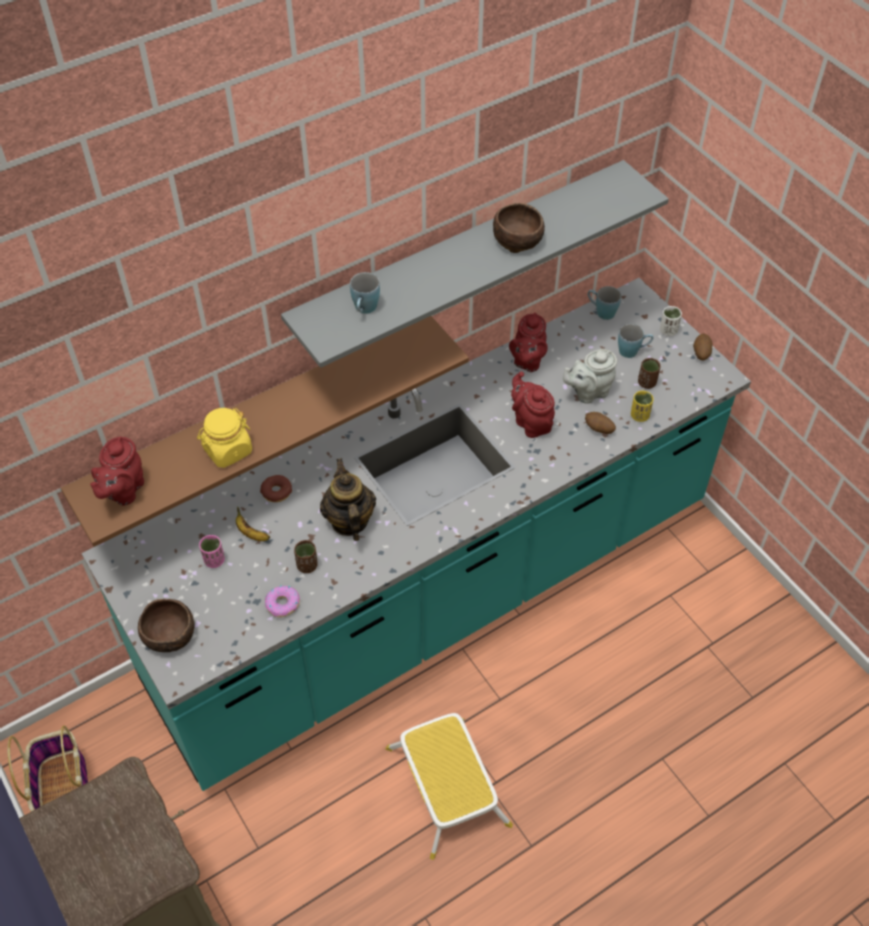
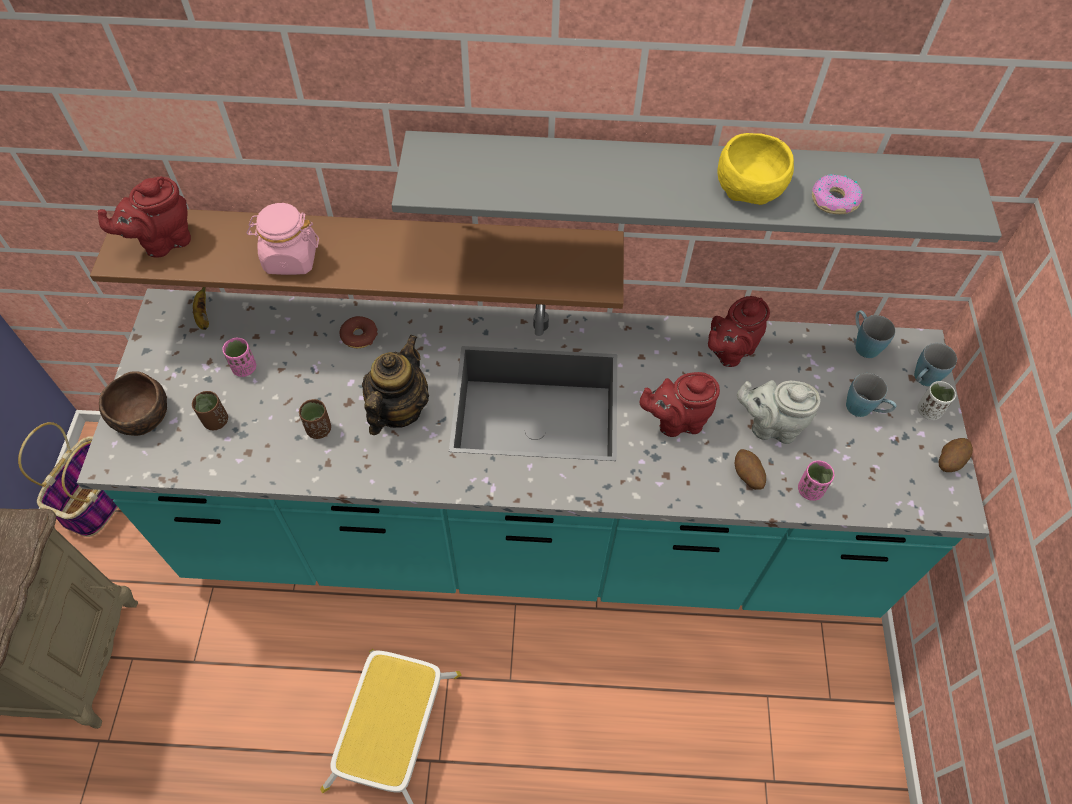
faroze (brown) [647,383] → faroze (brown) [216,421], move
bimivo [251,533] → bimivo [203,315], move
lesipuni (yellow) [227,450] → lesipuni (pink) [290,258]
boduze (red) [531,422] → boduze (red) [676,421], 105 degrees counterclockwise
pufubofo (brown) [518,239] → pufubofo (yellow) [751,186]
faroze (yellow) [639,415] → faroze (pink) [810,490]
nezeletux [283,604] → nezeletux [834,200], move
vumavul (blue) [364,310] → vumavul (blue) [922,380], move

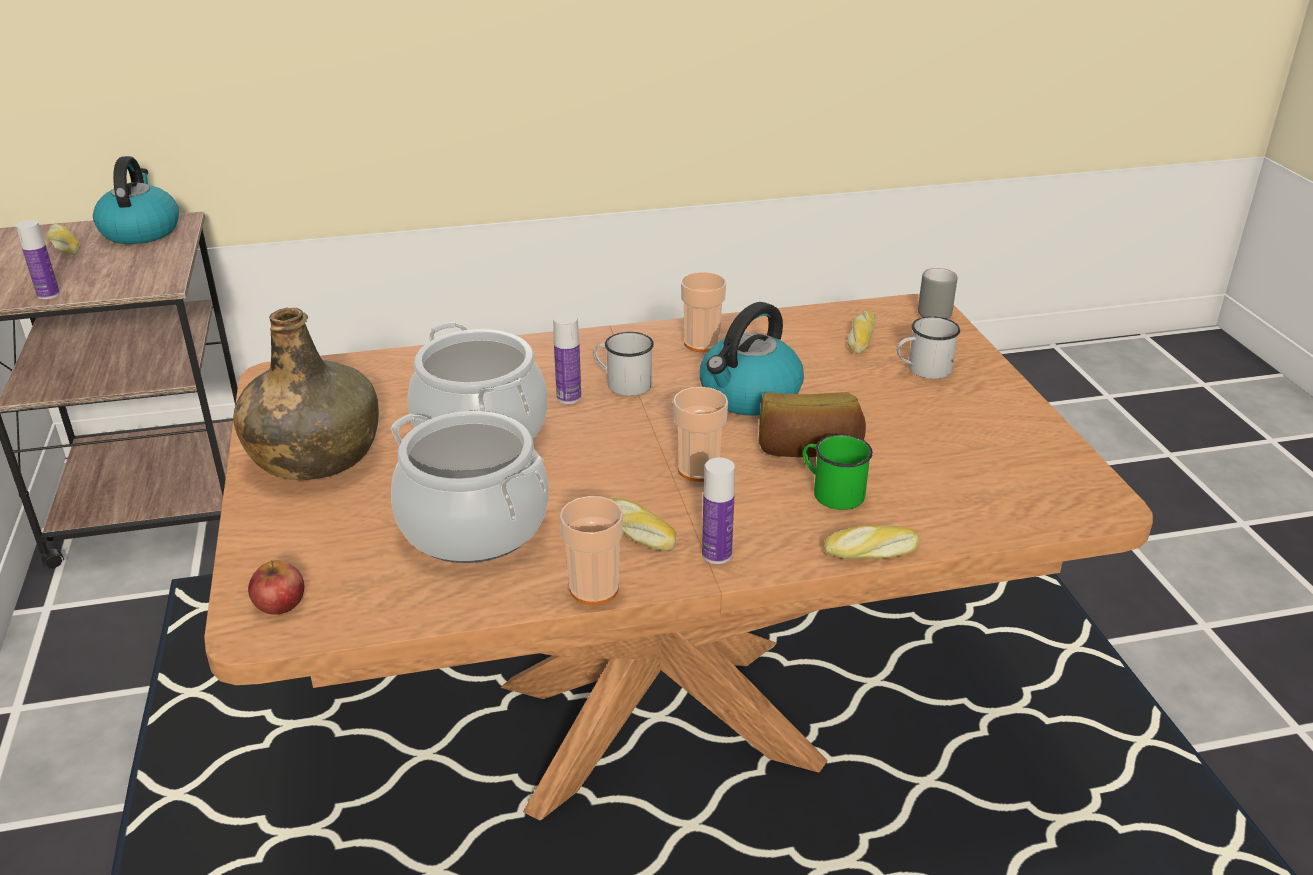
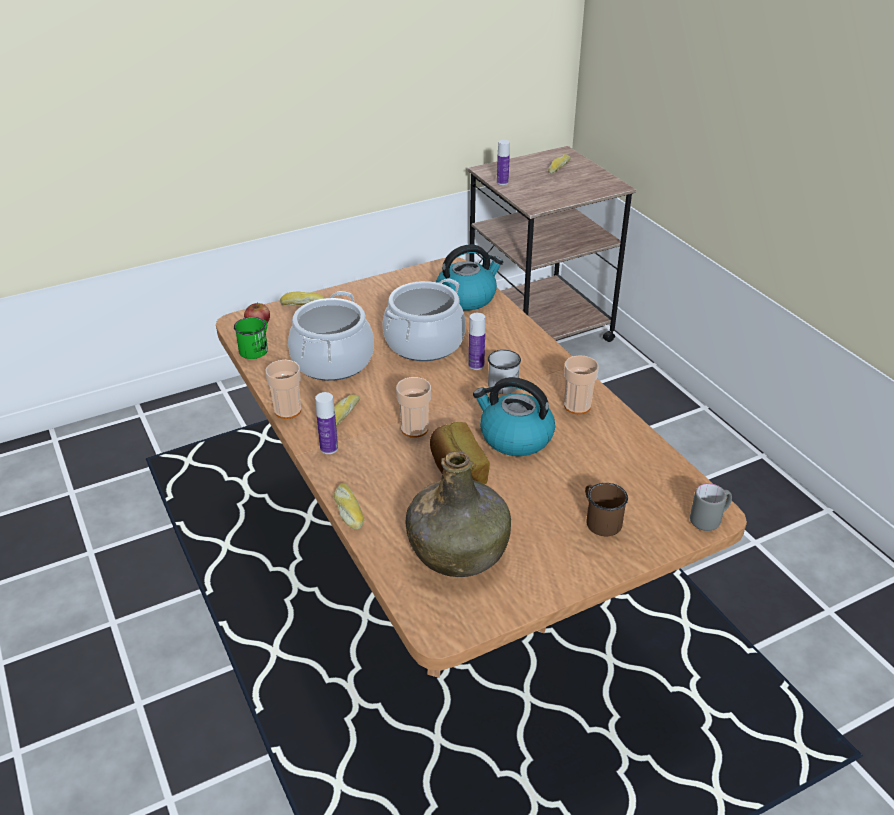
vumavul (green) [831,492] → vumavul (green) [256,348], move
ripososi [860,338] → ripososi [304,304], move
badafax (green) [314,455] → badafax (green) [458,550], move
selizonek [140,231] → selizonek [467,297], move
vumavul (white) [923,370] → vumavul (brown) [600,520]

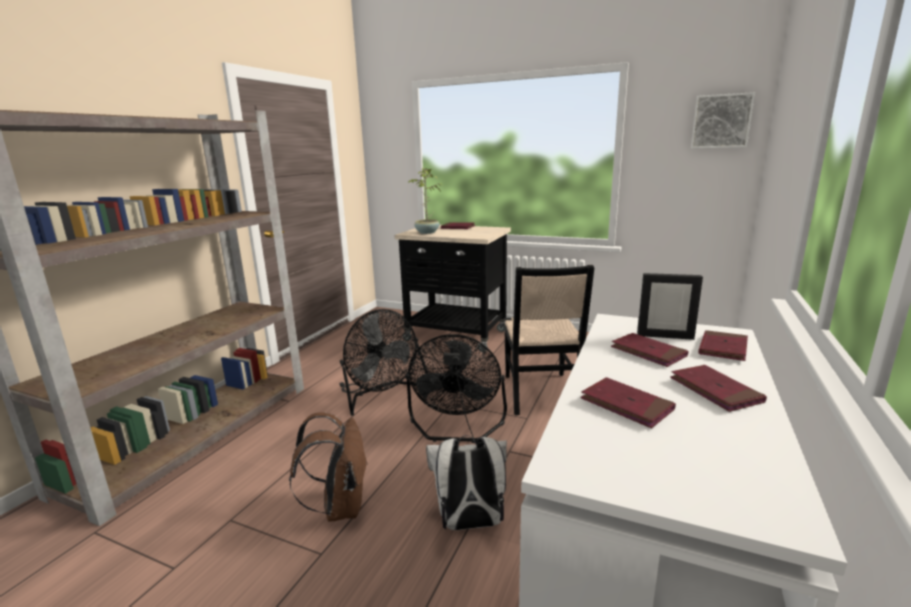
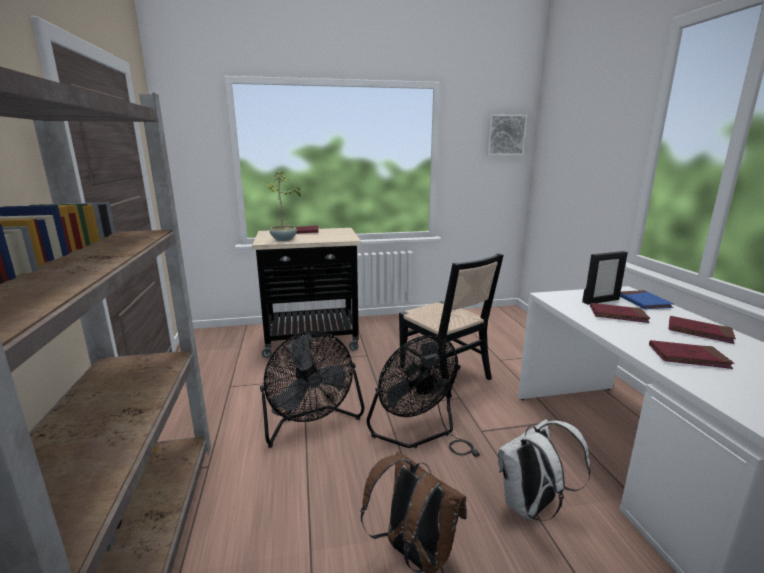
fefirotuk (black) [378,395] → fefirotuk (black) [306,422], 45 degrees clockwise
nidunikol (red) [723,348] → nidunikol (blue) [643,302]

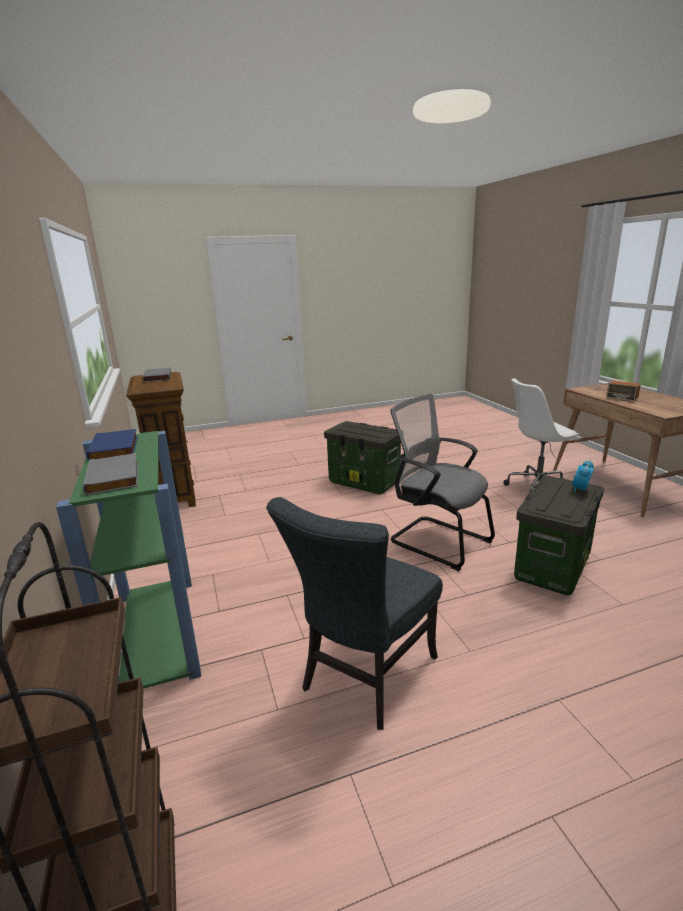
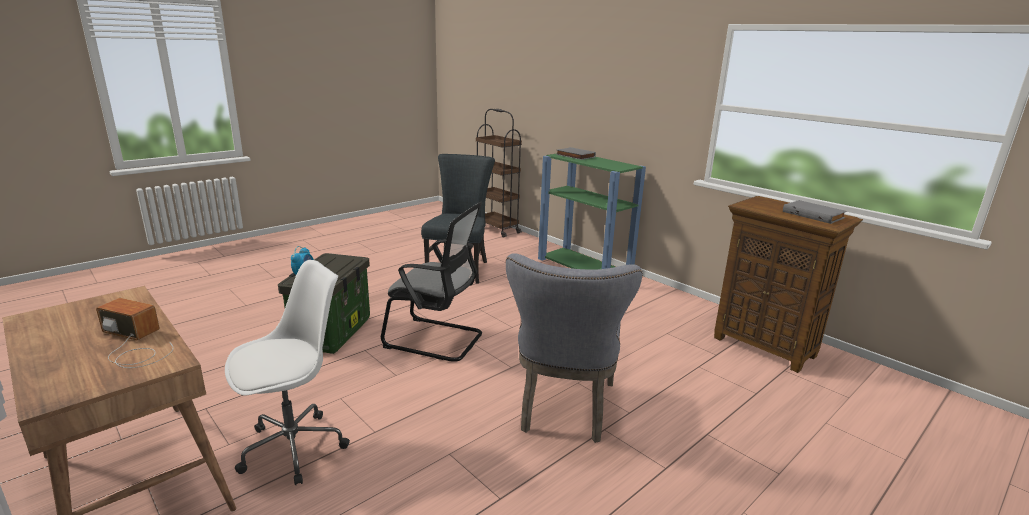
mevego [365,482] → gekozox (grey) [564,410]
nidunikol (blue) [116,448] → -

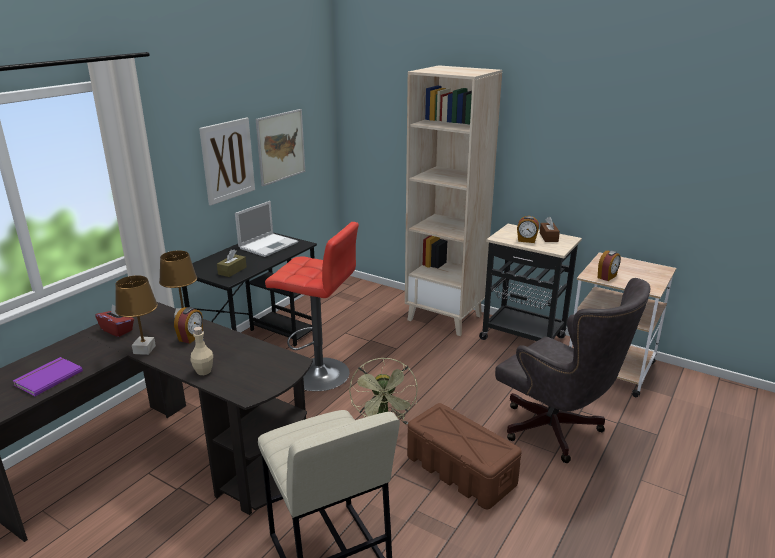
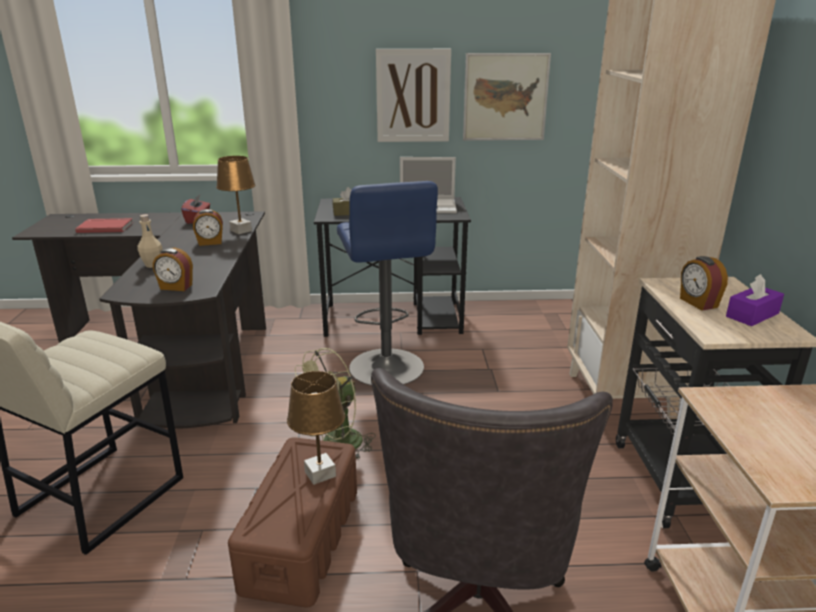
nidunikol (purple) [47,378] → nidunikol (red) [105,227]
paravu [607,277] → paravu [176,287], move
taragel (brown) [144,349] → taragel (brown) [320,474], move
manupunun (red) [319,374] → manupunun (blue) [386,368]
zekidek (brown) [548,237] → zekidek (purple) [752,315]

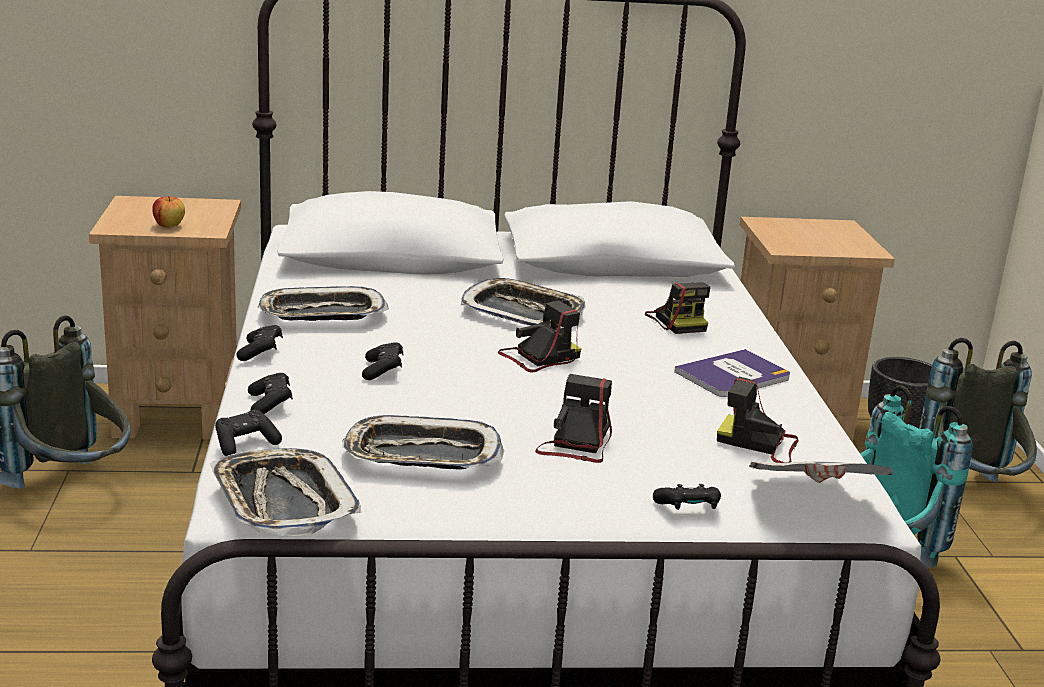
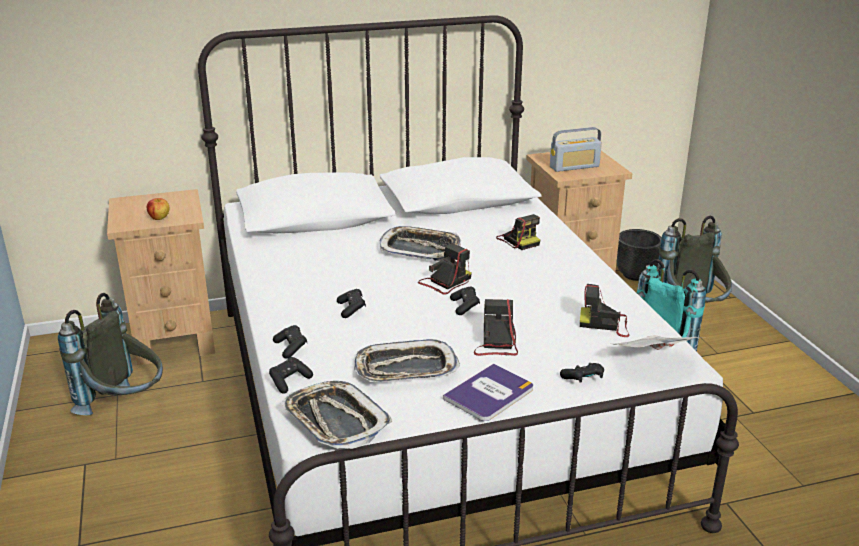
nidunikol [733,375] → nidunikol [489,394], move
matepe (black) [260,353] → matepe (black) [465,306], move
- → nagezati [574,167]
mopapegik [322,314] → -

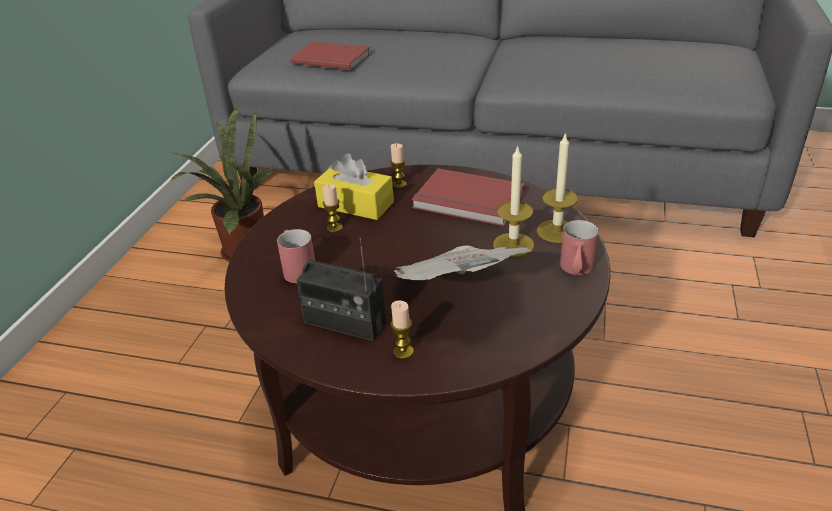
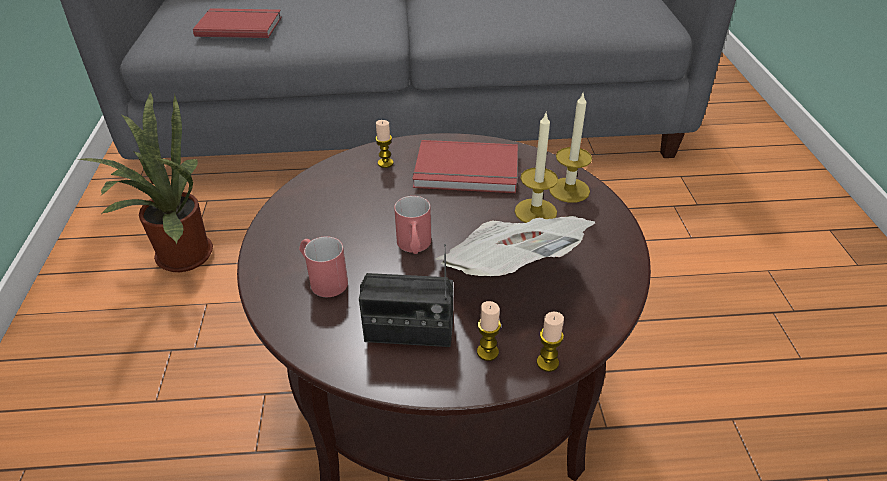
vumavul (red) [576,270] → vumavul (red) [414,247], move
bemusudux [334,228] → bemusudux [547,362], move
zekidek (yellow) [355,204] → -

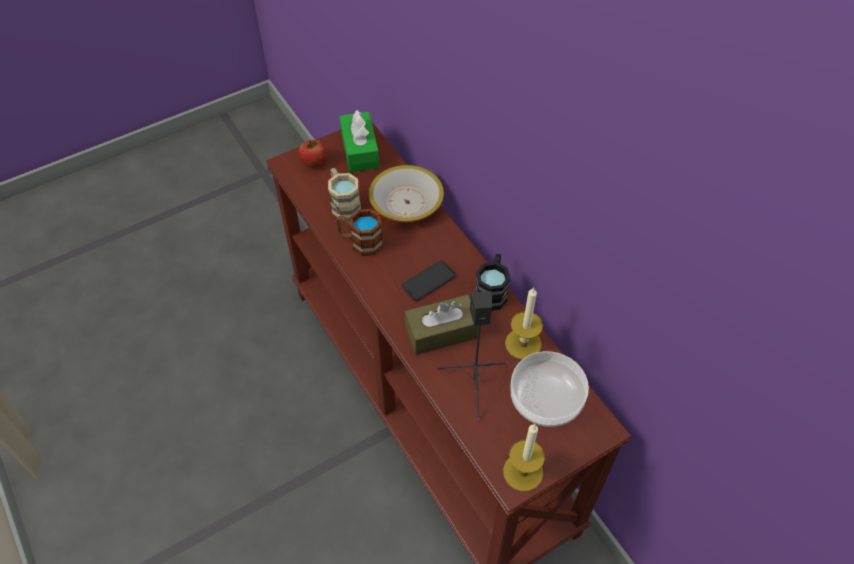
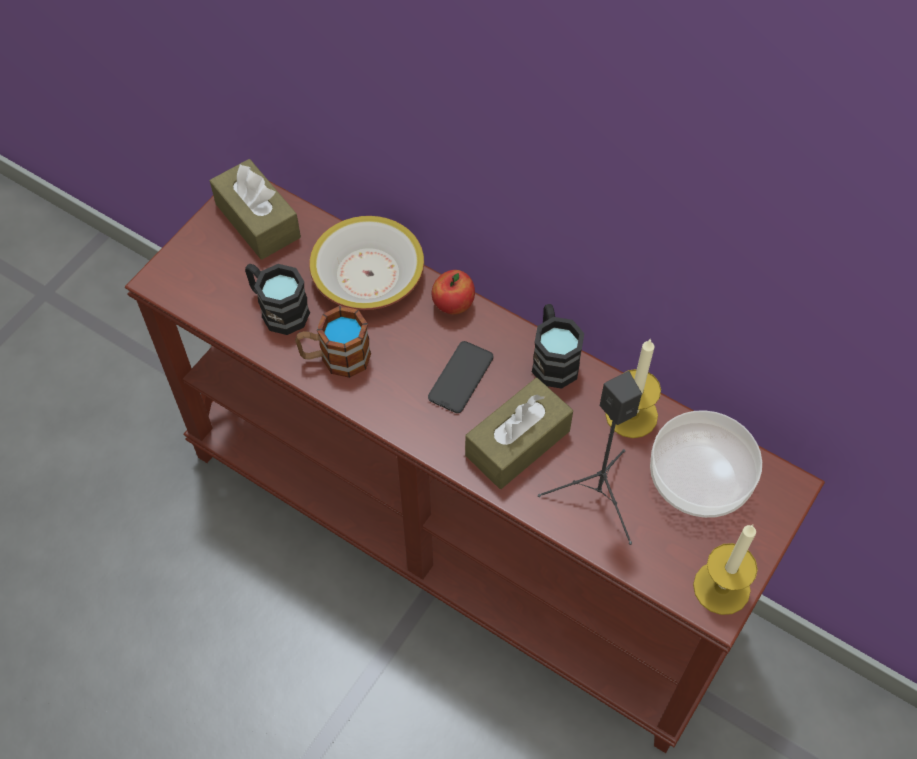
zekidek (green) [360,150] → zekidek (brown) [258,221]
vumavul (beige) [343,203] → vumavul (black) [277,309]
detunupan [313,163] → detunupan [453,305], move

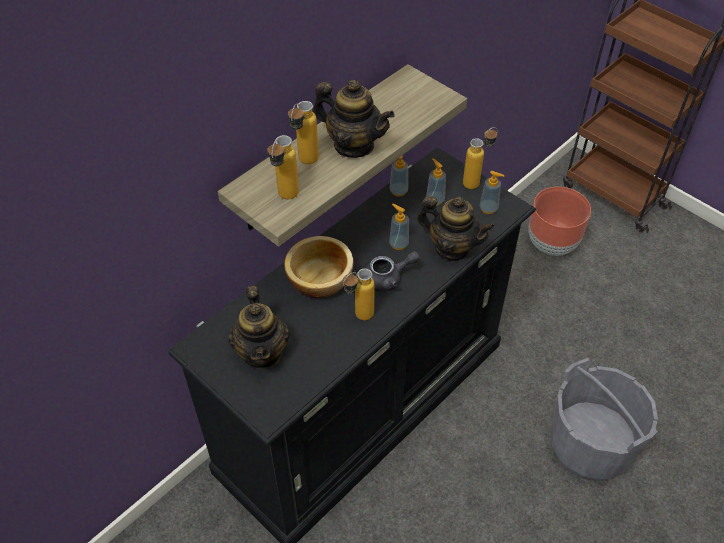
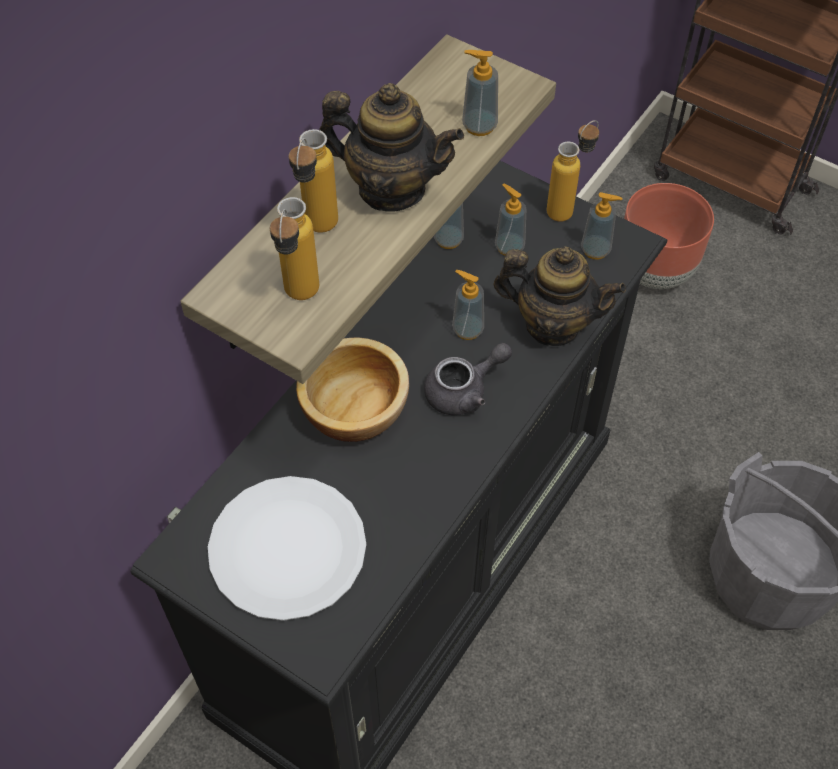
boduze [262,352] → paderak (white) [288,548]
- → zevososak [479,126]
badafax [358,317] → -

